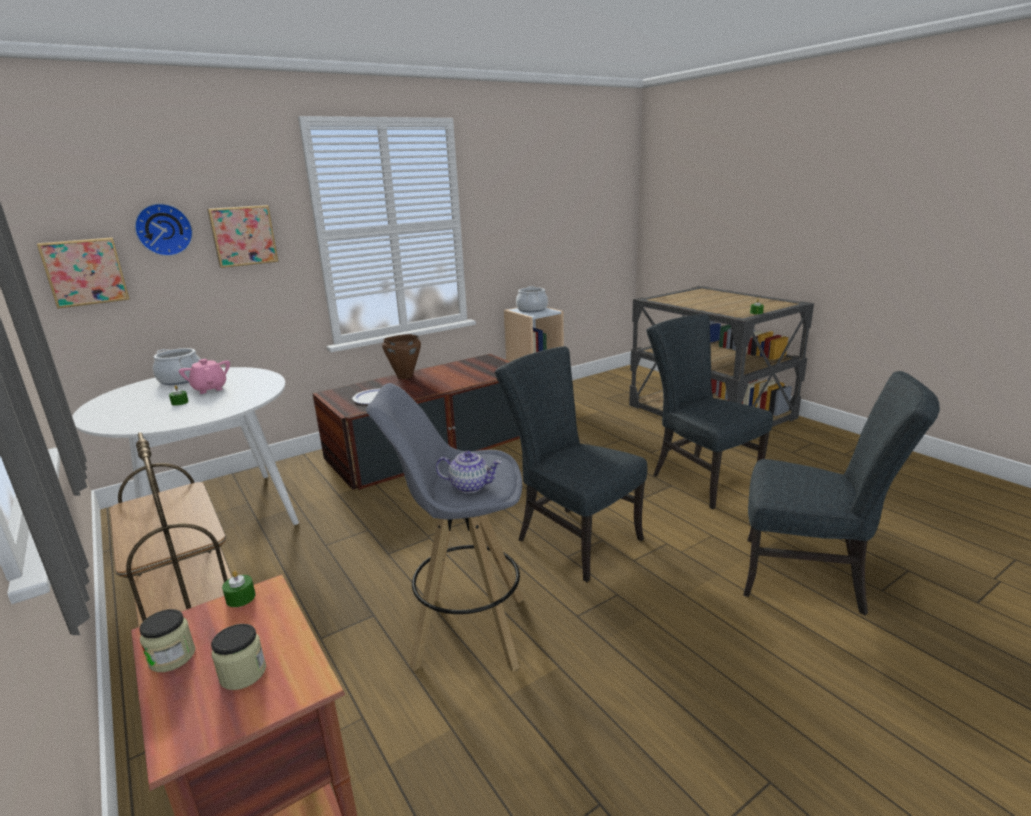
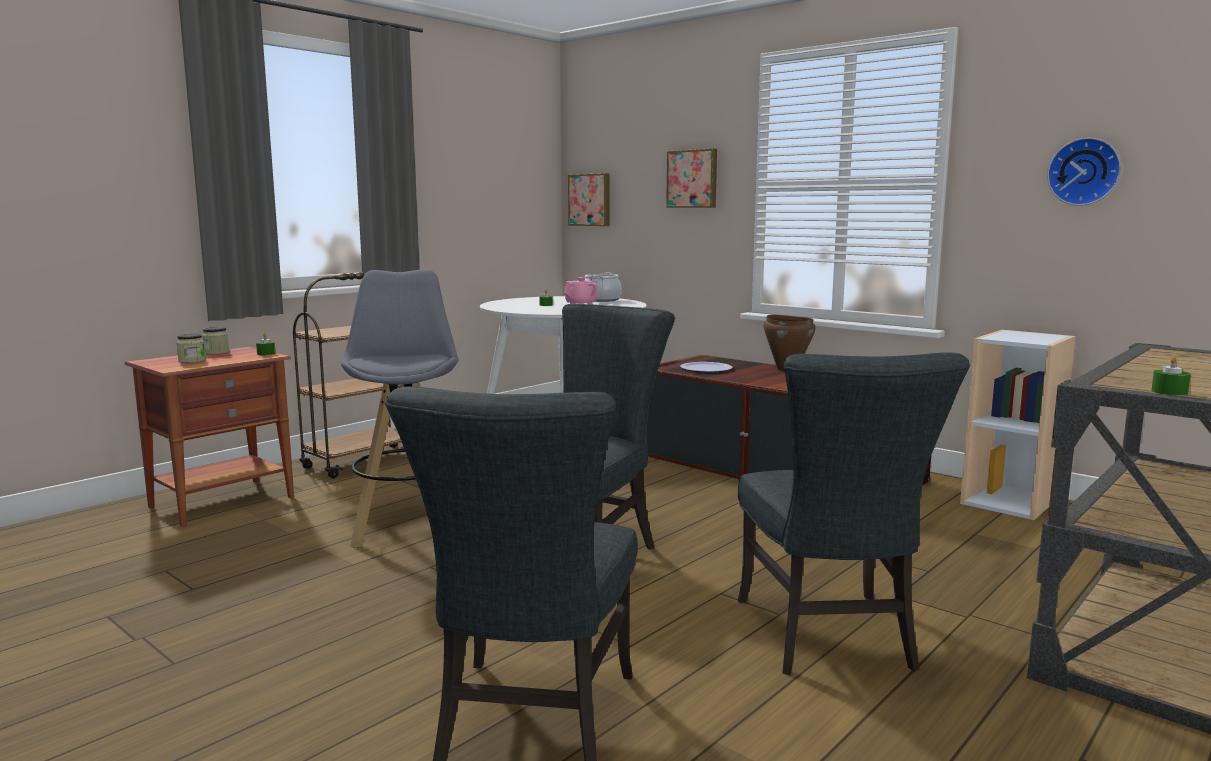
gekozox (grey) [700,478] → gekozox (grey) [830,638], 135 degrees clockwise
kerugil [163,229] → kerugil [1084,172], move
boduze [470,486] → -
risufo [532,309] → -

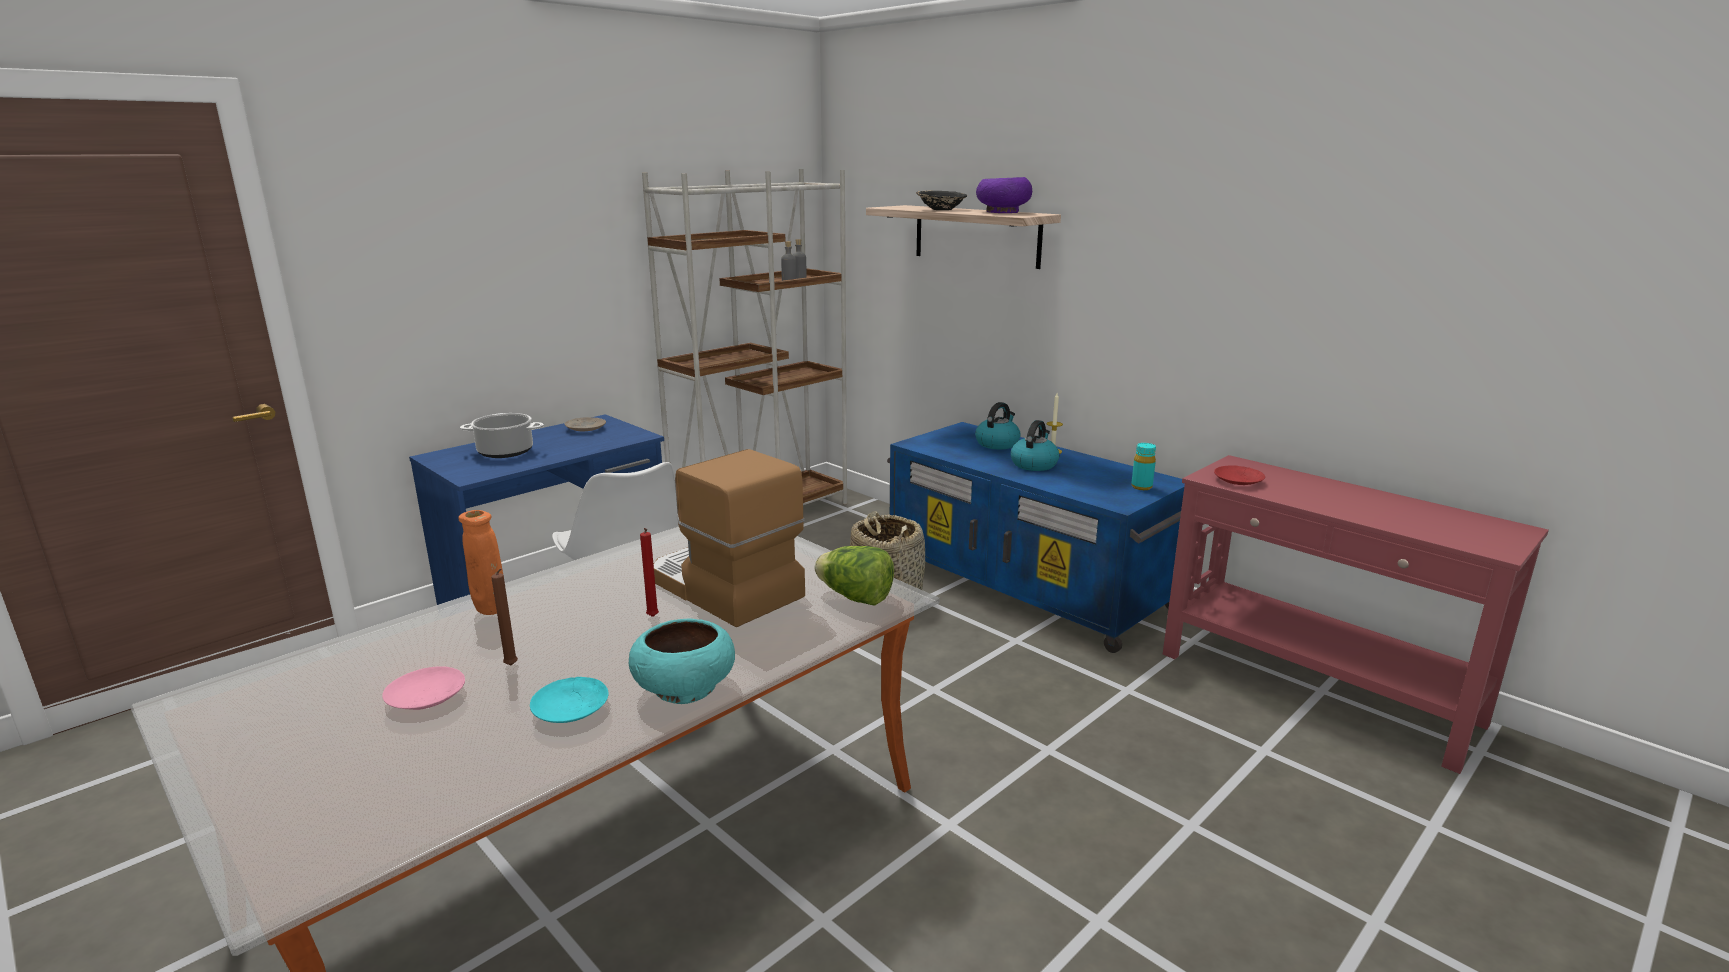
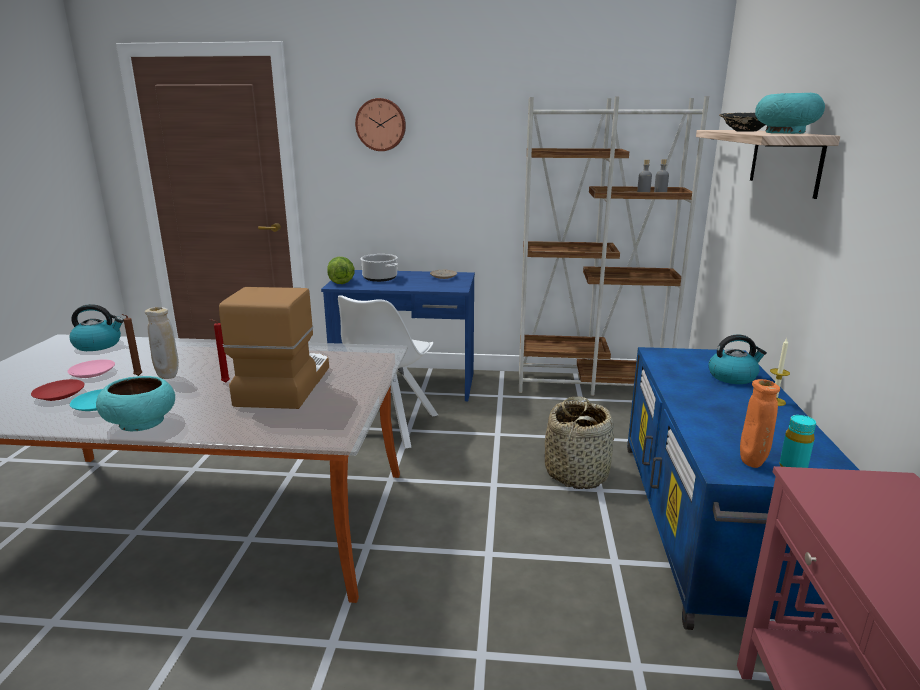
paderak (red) [1238,481] → paderak (red) [60,395], move
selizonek [1034,464] → selizonek [99,345], move
- → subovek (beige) [168,377]
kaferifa [855,598] → kaferifa [341,281], move
- → kerugil [381,124]
subovek (orange) [491,611] → subovek (orange) [752,463], move
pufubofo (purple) [1002,212] → pufubofo (turquoise) [784,133]

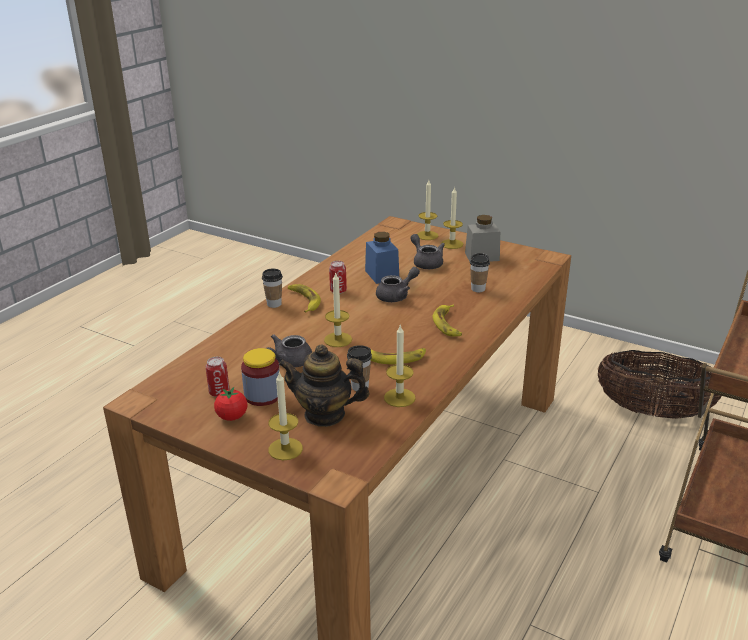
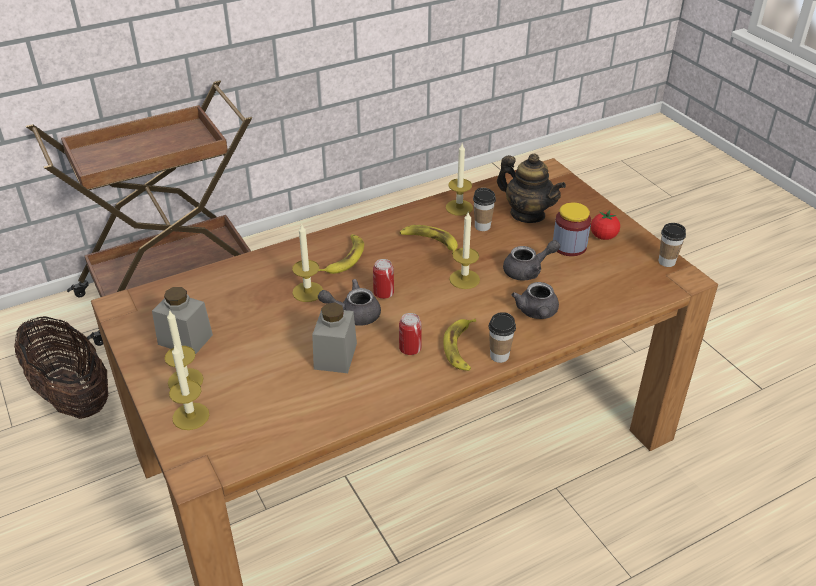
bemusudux [285,449] → bemusudux [308,292], move
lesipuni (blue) [382,275] → lesipuni (grey) [335,356]
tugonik [219,392] → tugonik [383,293], move
boduze (grey) [426,262] → boduze (grey) [537,313], move
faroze [478,289] → faroze [666,262], move

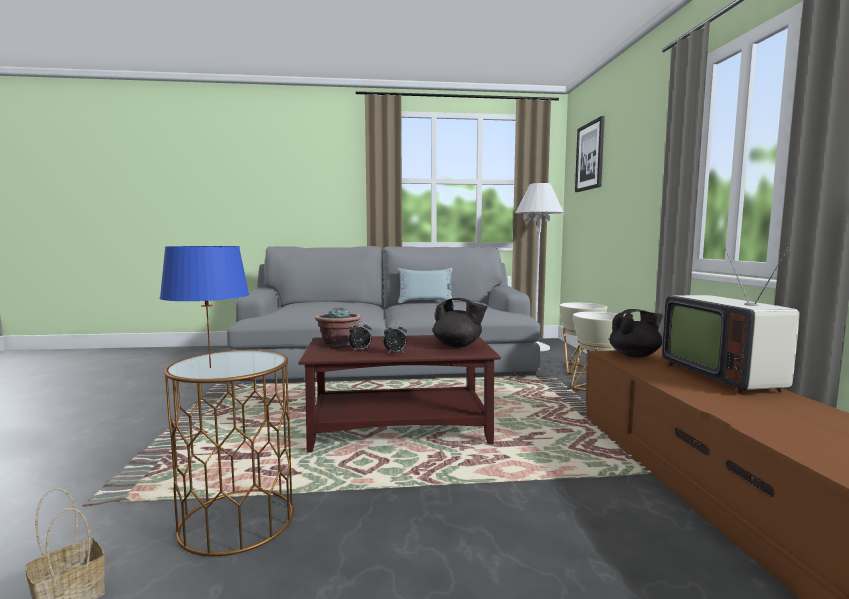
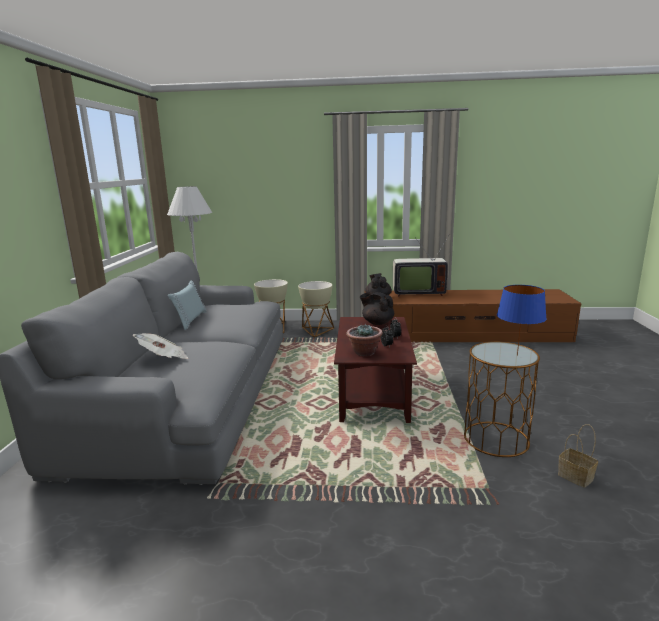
- → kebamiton [163,358]
boduze (black) [458,346] → boduze (black) [377,323], 90 degrees counterclockwise
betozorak [590,156] → -

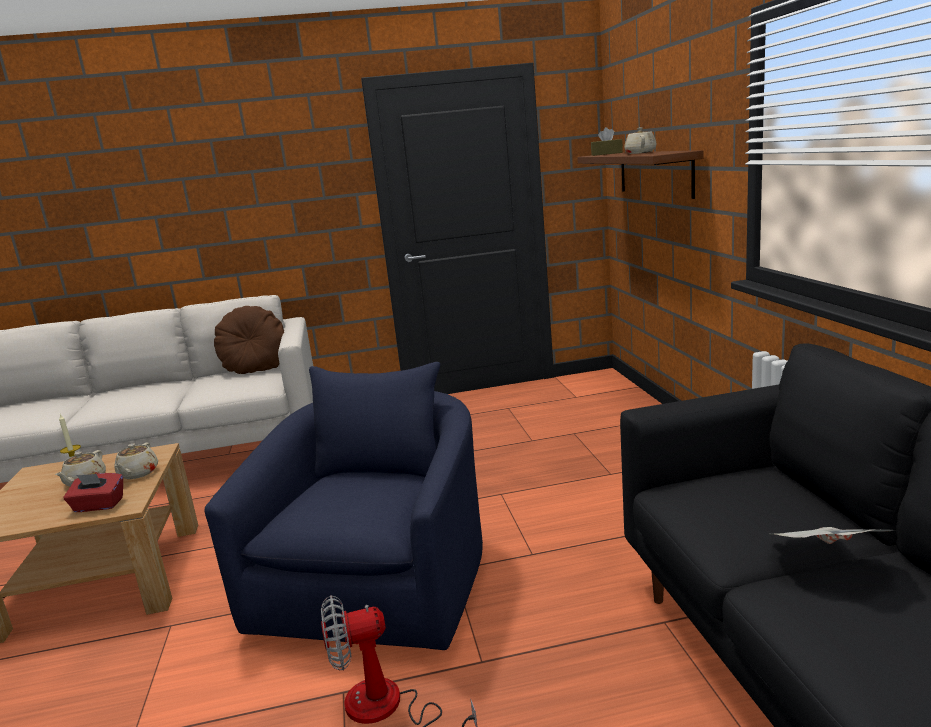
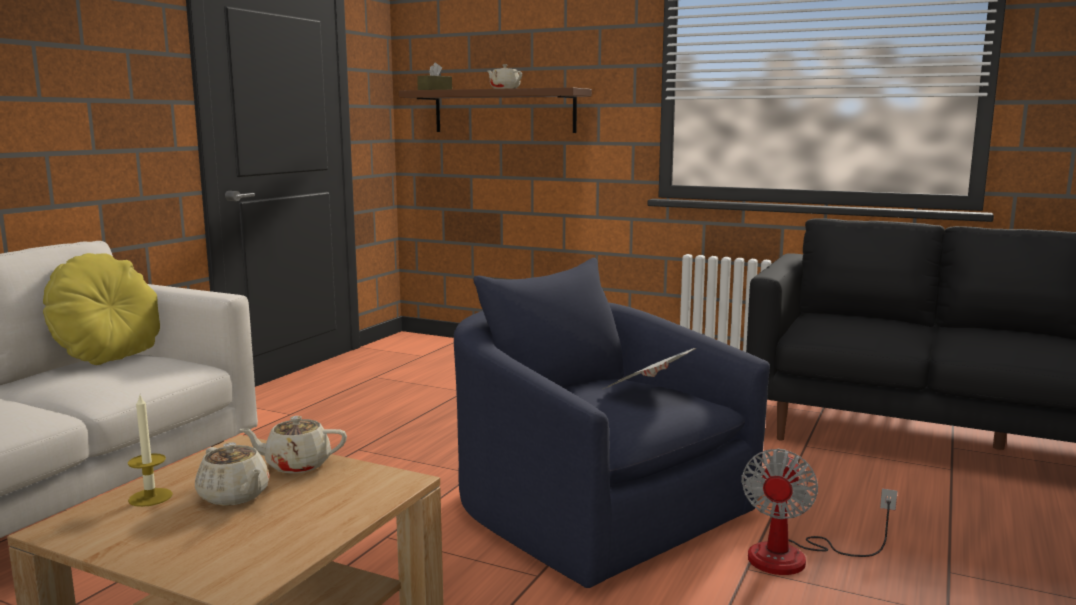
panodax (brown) [256,370] → panodax (yellow) [109,358]
boduze (beige) [138,473] → boduze (beige) [296,465], 135 degrees clockwise
kebamiton [825,559] → kebamiton [647,393], move
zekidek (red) [98,506] → -

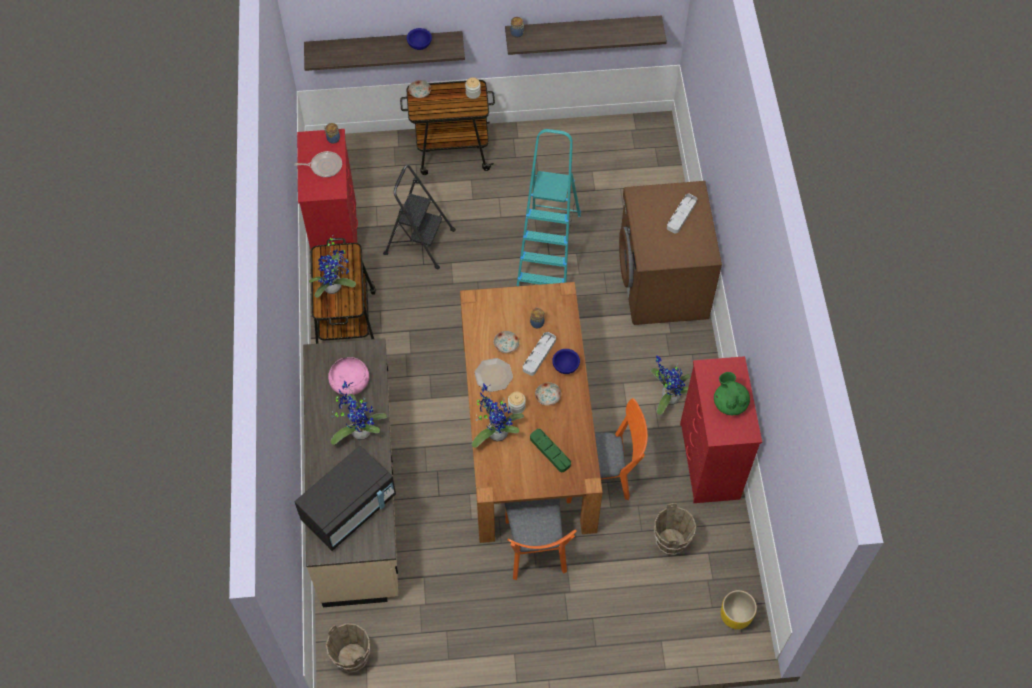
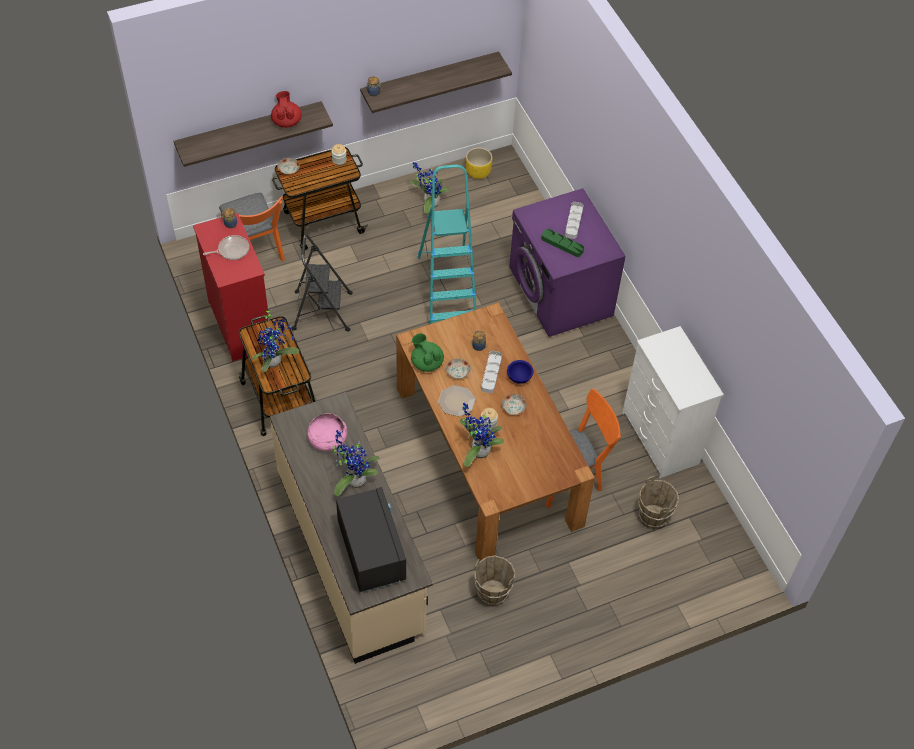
gekozox (orange) [536,552] → gekozox (orange) [255,252], move
pufubofo (blue) [420,45] → boduze (red) [286,121]
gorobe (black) [349,509] → gorobe (black) [371,551], 45 degrees counterclockwise
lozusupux [667,397] → lozusupux [429,203], move
boduze (green) [729,403] → boduze (green) [426,362], move
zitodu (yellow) [735,615] → zitodu (yellow) [478,172], move
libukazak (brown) [352,658] → libukazak (brown) [492,593], move
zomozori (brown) [661,283] → zomozori (purple) [559,295]
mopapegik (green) [550,451] → mopapegik (green) [562,244], move
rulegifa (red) [709,462] → rulegifa (white) [660,439]

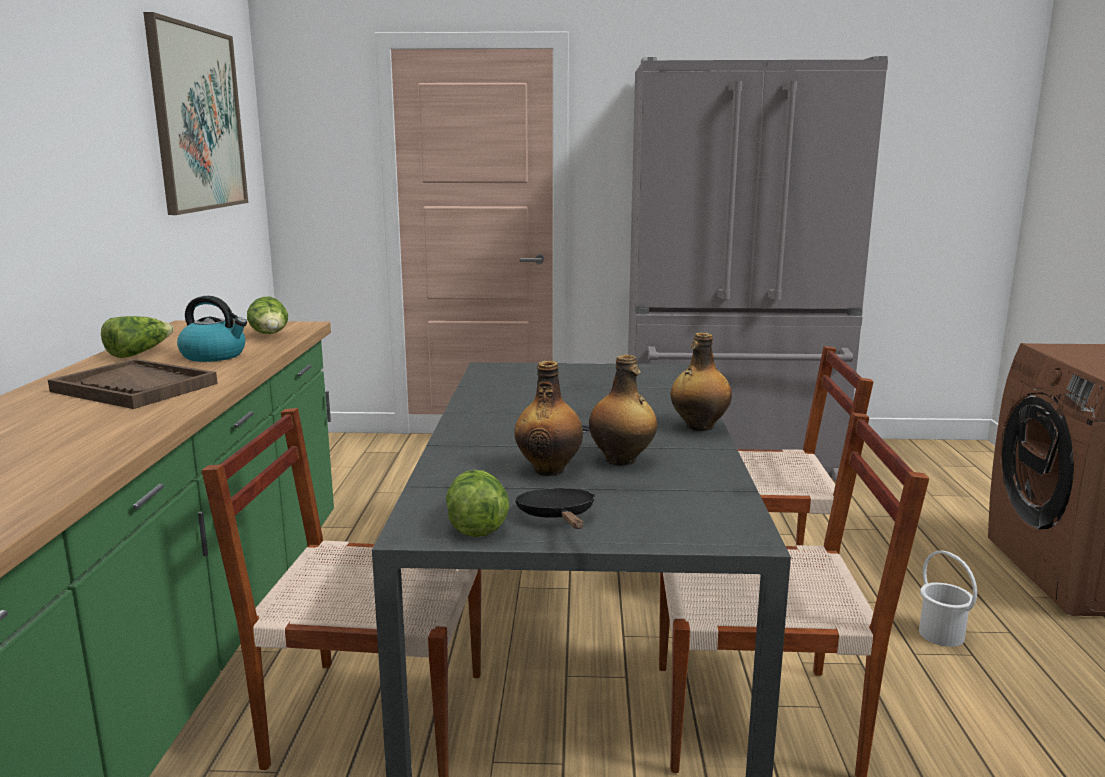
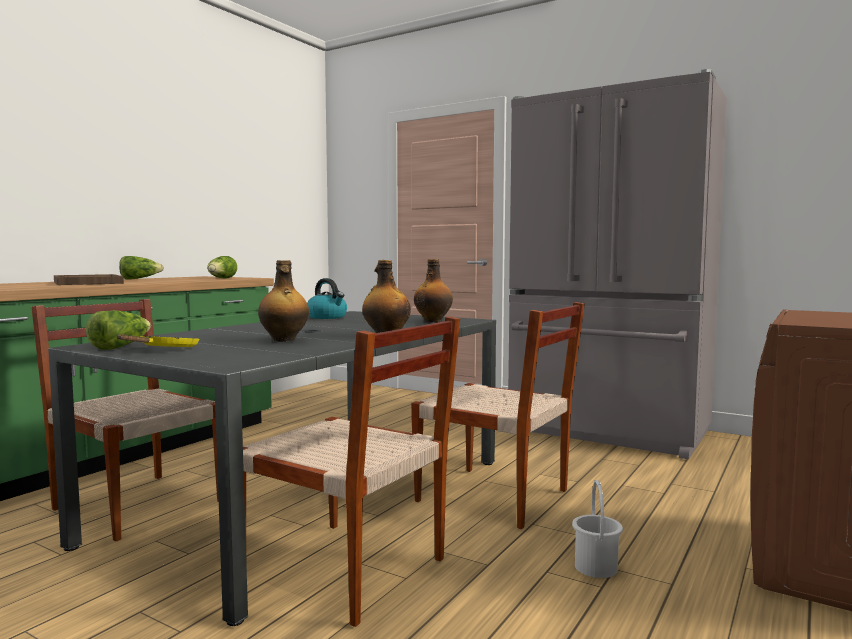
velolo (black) [558,517] → velolo (yellow) [165,350]
selizonek [215,356] → selizonek [327,317], move
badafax [549,469] → badafax [433,321], move
betozorak [198,119] → -

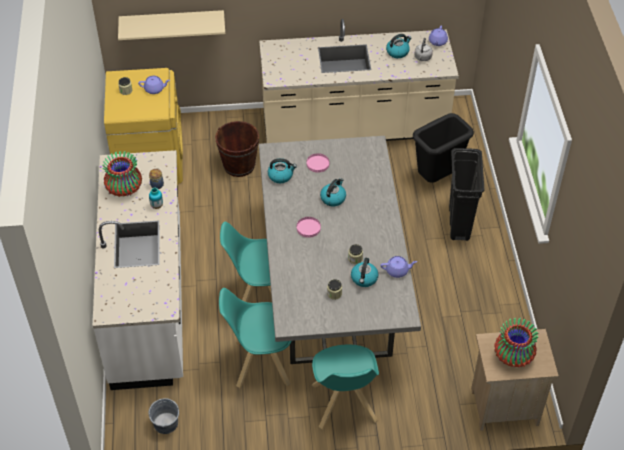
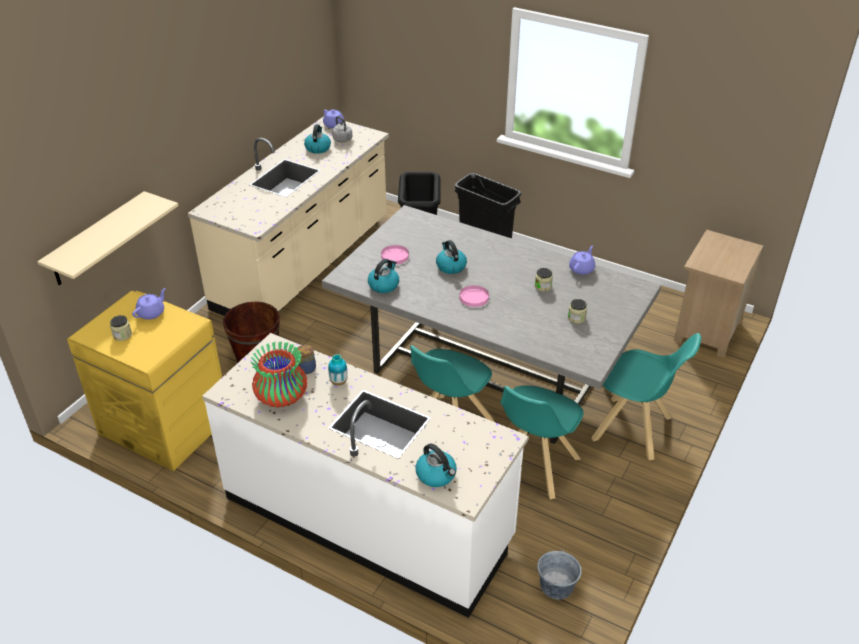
selizonek [364,279] → selizonek [436,475], move
subovek [513,356] → -

